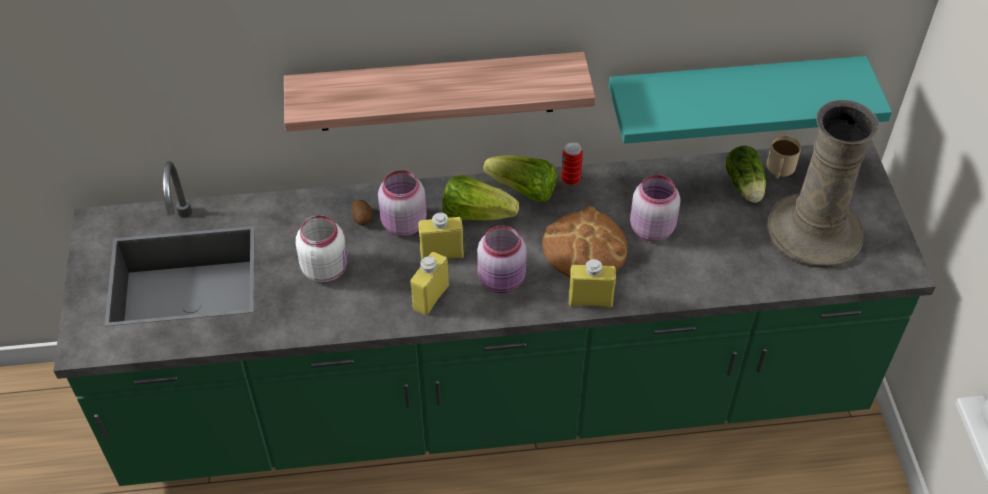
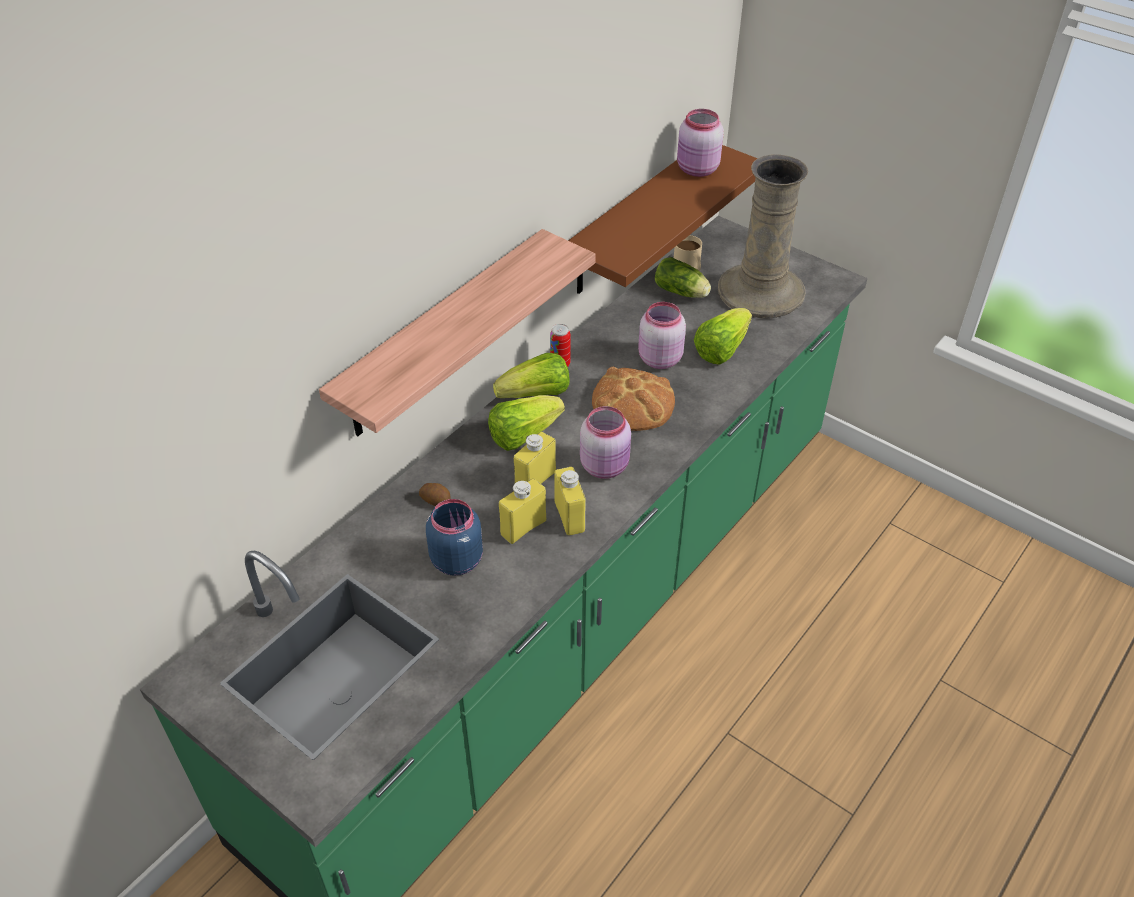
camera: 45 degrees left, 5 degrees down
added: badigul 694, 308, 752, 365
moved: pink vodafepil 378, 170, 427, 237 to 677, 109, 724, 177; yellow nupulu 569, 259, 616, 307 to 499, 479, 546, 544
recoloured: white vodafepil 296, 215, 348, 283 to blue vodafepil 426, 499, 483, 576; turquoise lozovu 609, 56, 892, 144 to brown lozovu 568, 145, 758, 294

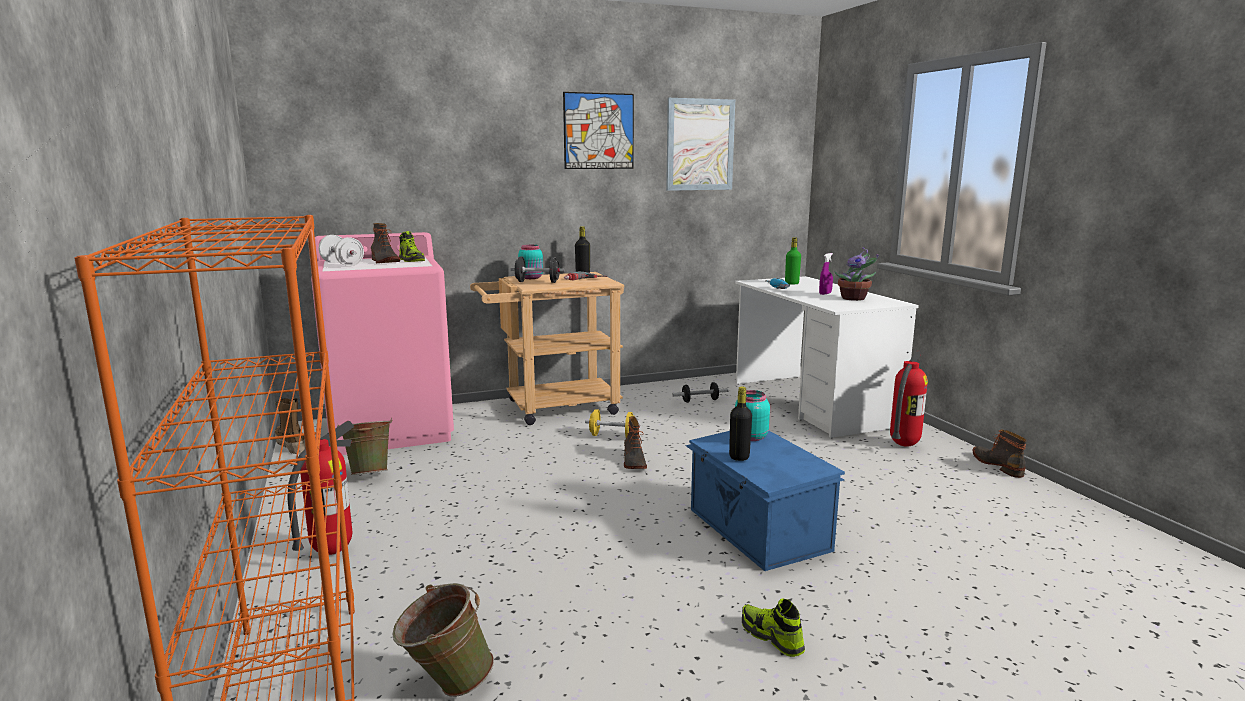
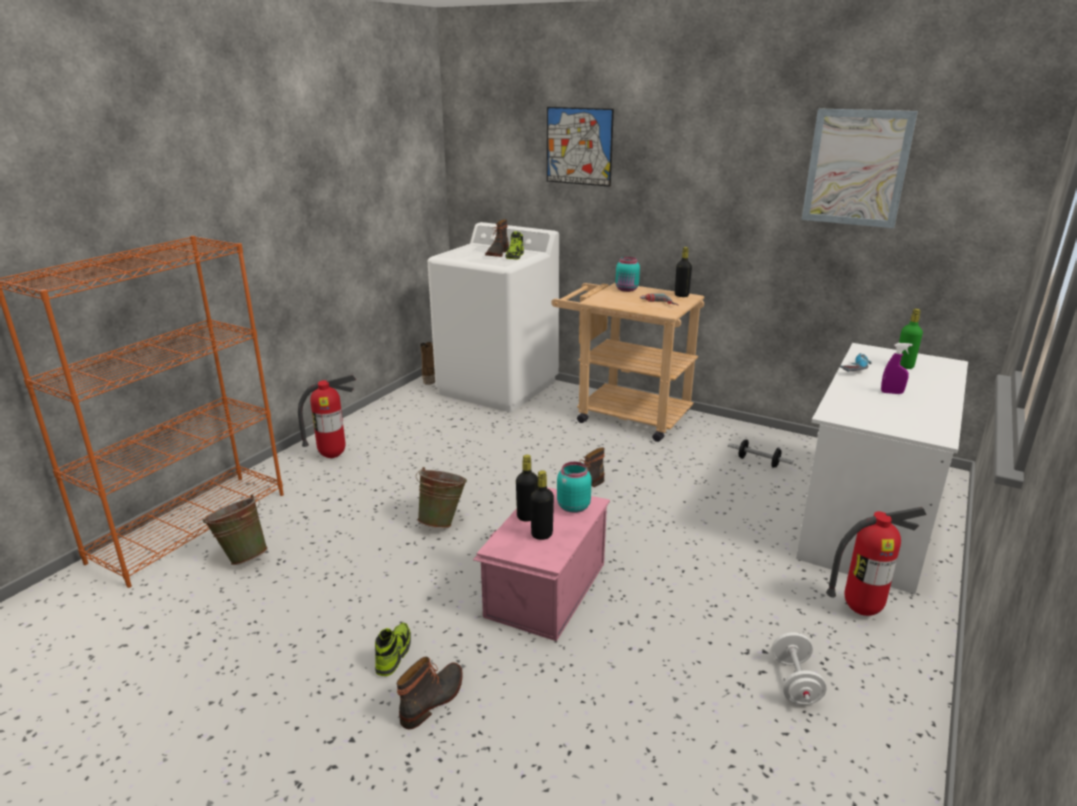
camera: 50 degrees right, 10 degrees up
removed: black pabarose 511, 257, 564, 283; yellow pabarose 585, 409, 640, 438; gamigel 834, 247, 878, 301
added: black nupulu 530, 470, 554, 540
moved: white pabarose 319, 235, 364, 267 to 772, 632, 827, 705; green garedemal 337, 418, 392, 475 to 416, 467, 467, 528; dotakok 563, 92, 634, 169 to 547, 107, 614, 187; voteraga 973, 429, 1026, 478 to 396, 657, 463, 729
recoloured: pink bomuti 311, 232, 454, 455 to white bomuti 427, 222, 559, 412; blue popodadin 685, 431, 845, 571 to pink popodadin 473, 487, 610, 641

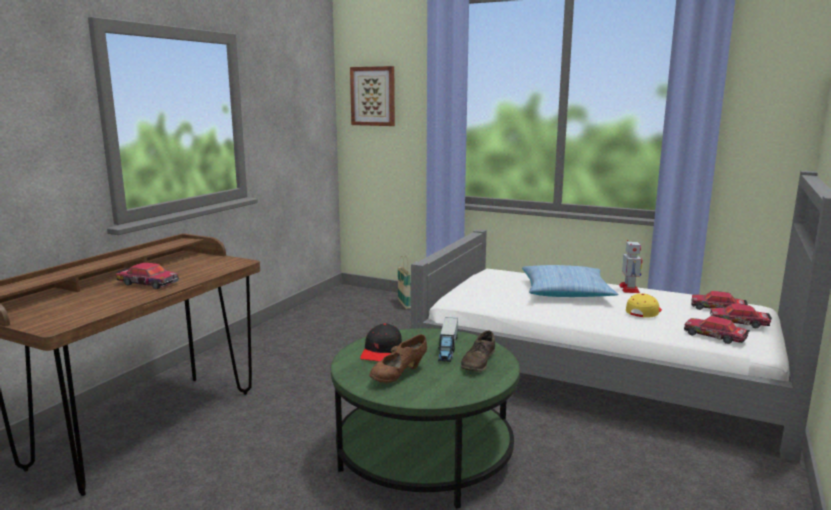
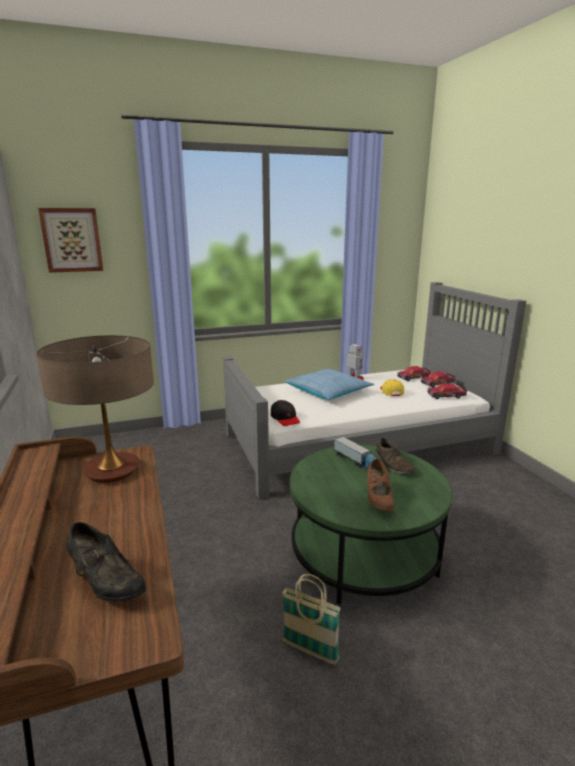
camera: 45 degrees left, 5 degrees up
removed: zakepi 116, 263, 179, 290
added: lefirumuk 36, 335, 154, 483; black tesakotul 67, 522, 146, 602
moved: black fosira 360, 323, 402, 362 to 271, 400, 300, 426; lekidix 398, 256, 411, 309 to 282, 574, 341, 665

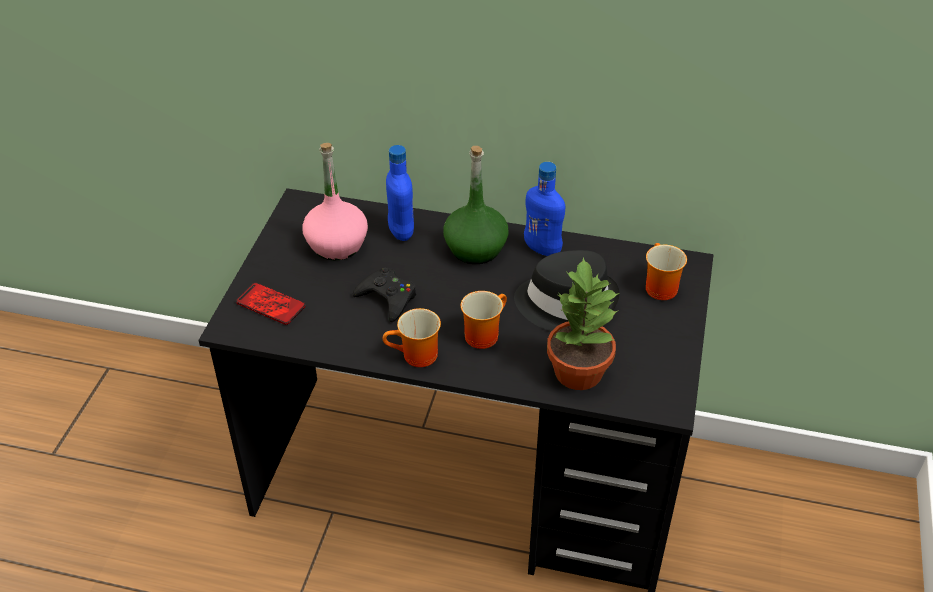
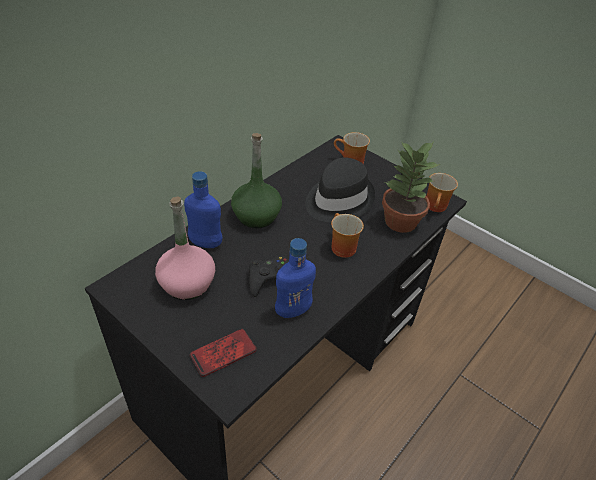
camera: 65 degrees left, 0 degrees up
moved: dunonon 383, 308, 441, 367 to 426, 173, 458, 212; blue nupulu 524, 162, 565, 256 to 275, 238, 316, 318

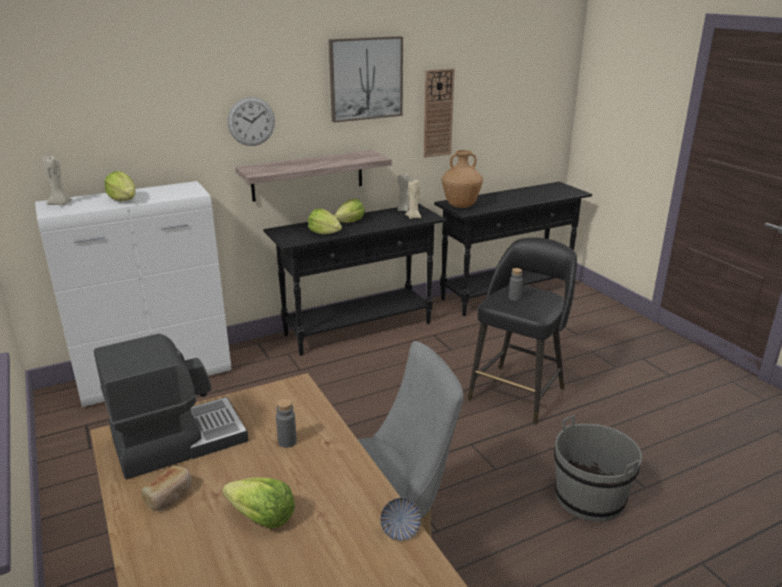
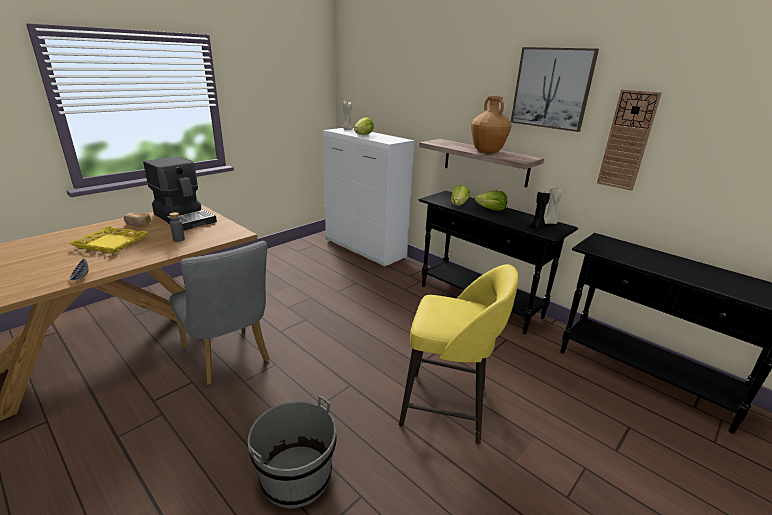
camera: 70 degrees right, 0 degrees up
removed: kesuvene 228, 97, 275, 146; grey nupulu 509, 268, 523, 301
moved: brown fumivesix 442, 150, 483, 208 to 471, 96, 511, 154
replaced: badigul 222, 478, 295, 529 to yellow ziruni 69, 226, 149, 253
recoloured: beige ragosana 405, 180, 422, 219 to black ragosana 530, 190, 550, 230; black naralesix 467, 237, 577, 424 to yellow naralesix 399, 264, 519, 444

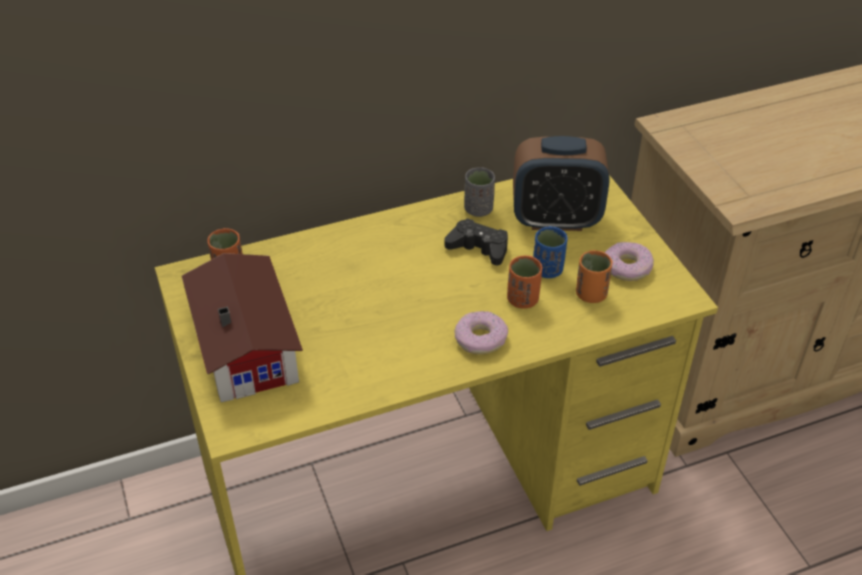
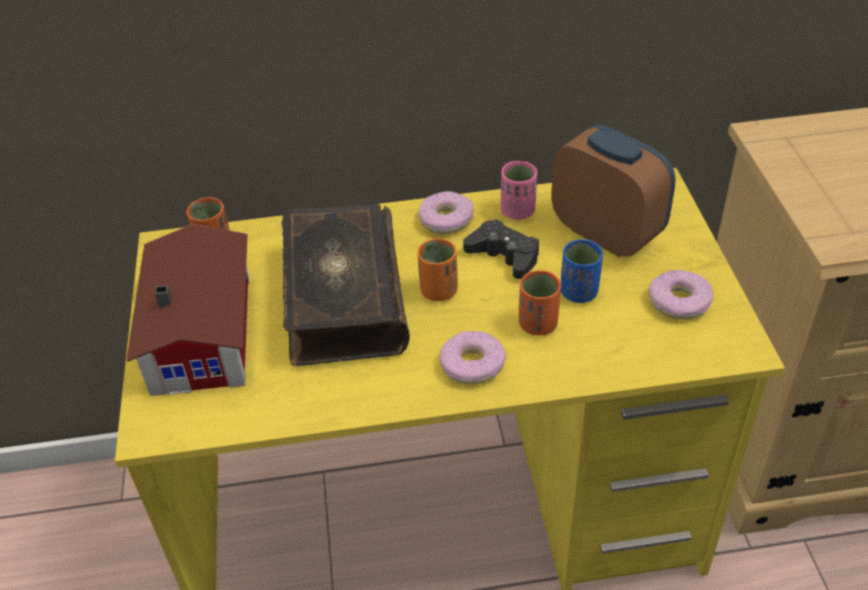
camera: 15 degrees right, 0 degrees up
added: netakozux 281, 204, 410, 366; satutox 418, 191, 474, 235
moved: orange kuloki 576, 250, 613, 303 to 417, 238, 458, 301
recoloured: grey kuloki 464, 168, 495, 217 to pink kuloki 501, 161, 537, 220
turned: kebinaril 513, 136, 609, 231 = 551, 125, 676, 257 150 degrees counterclockwise

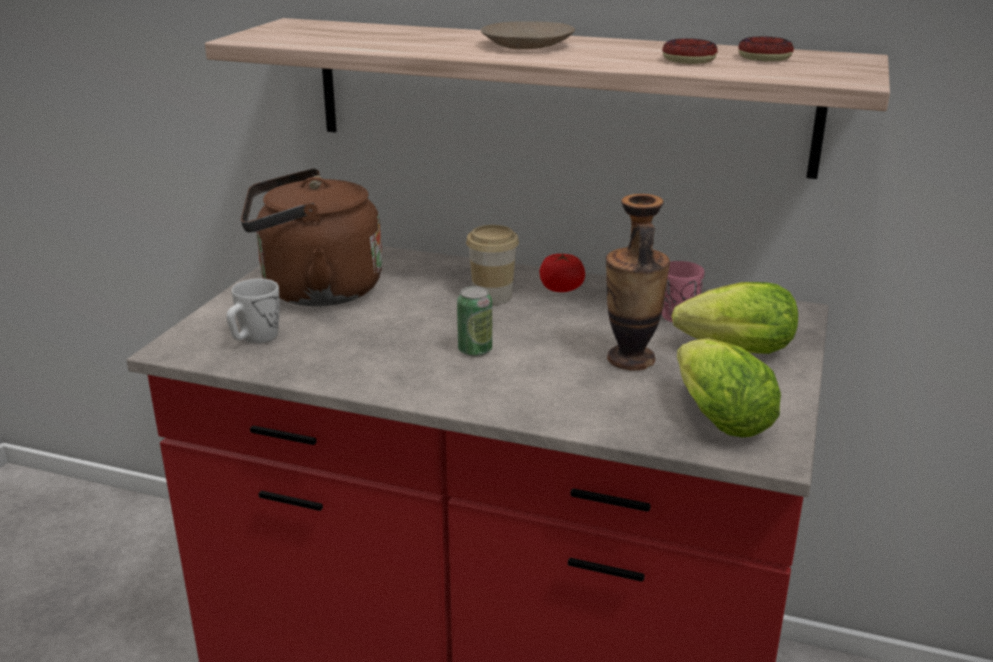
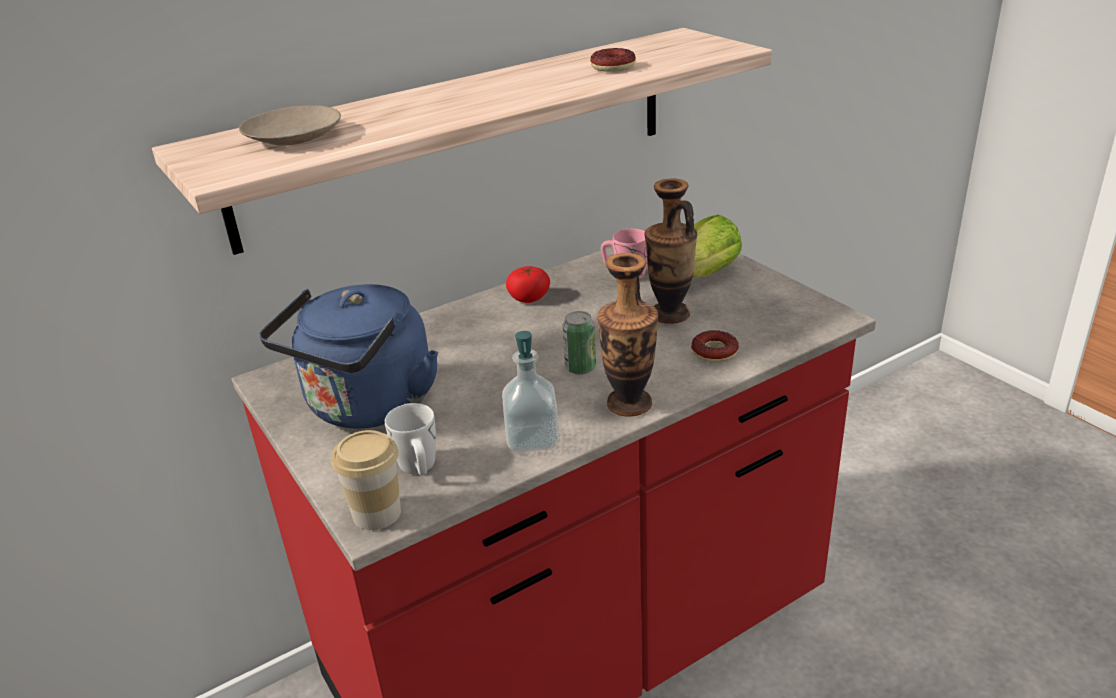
camera: 50 degrees left, 5 degrees up
removed: badigul 677, 338, 781, 437
added: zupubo 502, 331, 559, 452; fumivesix 597, 253, 658, 417
moved: kuloki 466, 225, 519, 305 to 331, 430, 401, 530; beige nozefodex 481, 21, 575, 49 to 239, 105, 341, 146; satutox 738, 36, 794, 62 to 691, 330, 739, 363
recoloured: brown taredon 241, 169, 382, 306 to blue taredon 259, 284, 438, 429

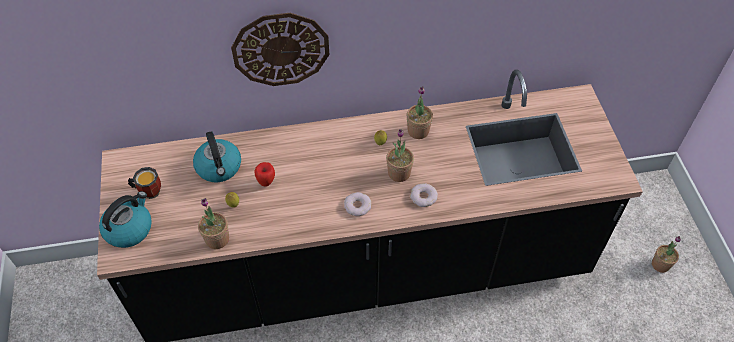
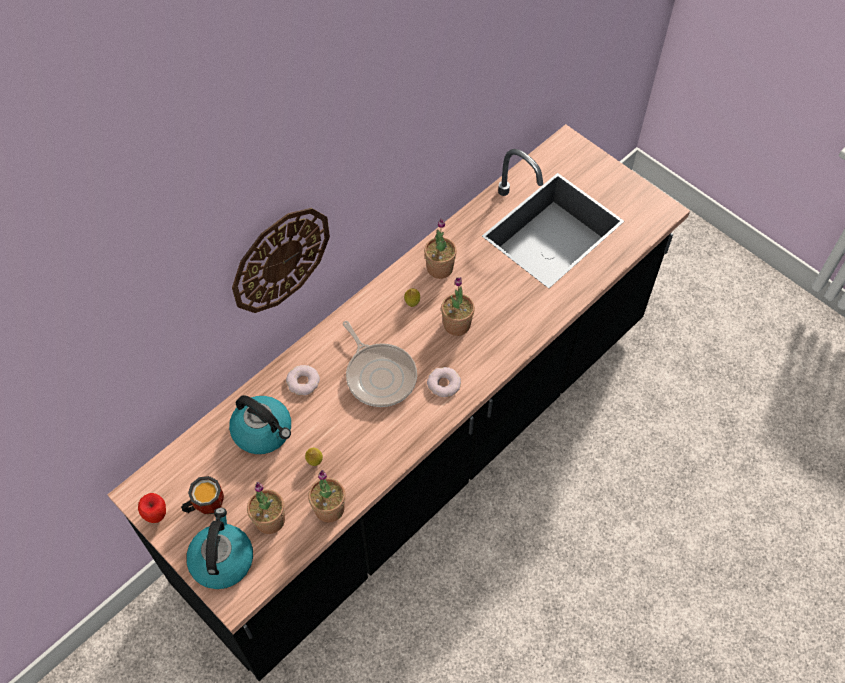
camera: 35 degrees left, 5 degrees up
added: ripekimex 343, 321, 417, 407
moved: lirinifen 254, 162, 275, 187 to 138, 493, 166, 523; satutox 410, 183, 438, 207 to 286, 365, 320, 395; gamigel 652, 236, 681, 273 to 247, 482, 285, 534

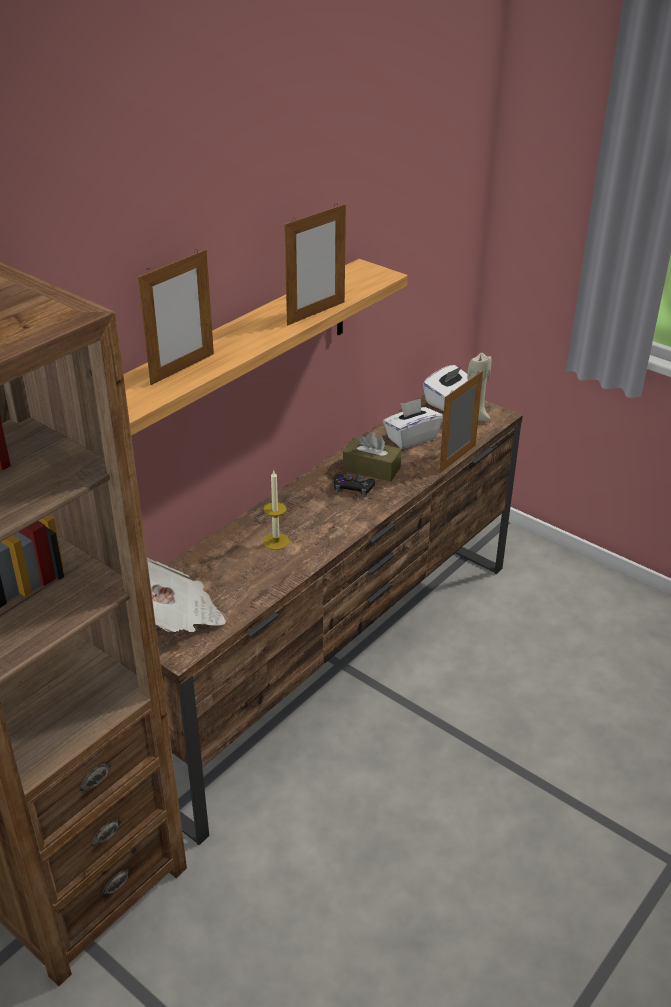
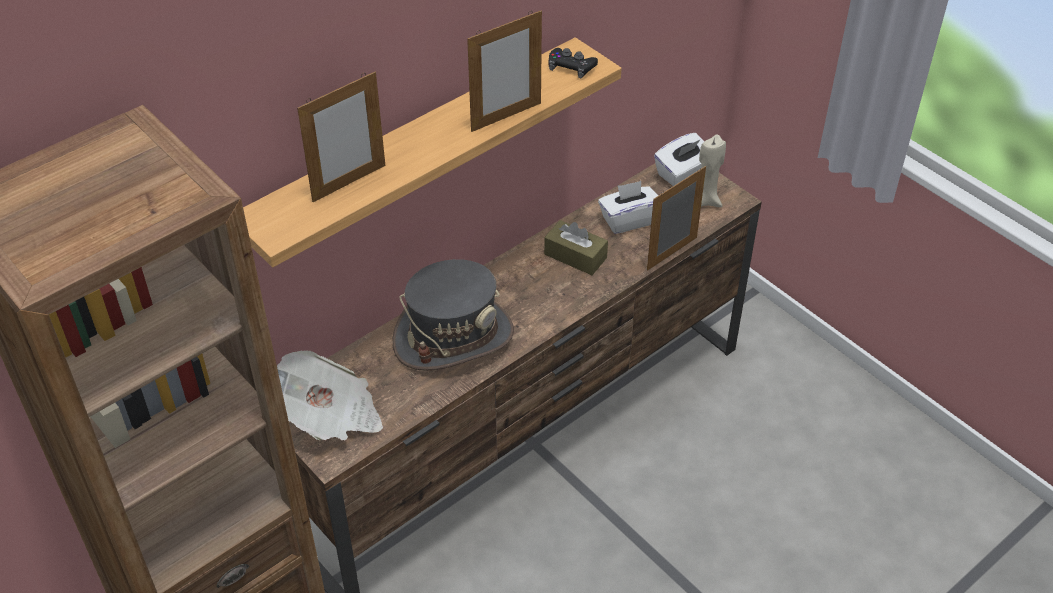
camera: 10 degrees right, 10 degrees up
moved: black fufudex 334, 473, 375, 497 to 549, 48, 598, 78
replaced: ragosana 263, 471, 289, 550 to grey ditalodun 393, 259, 514, 371

